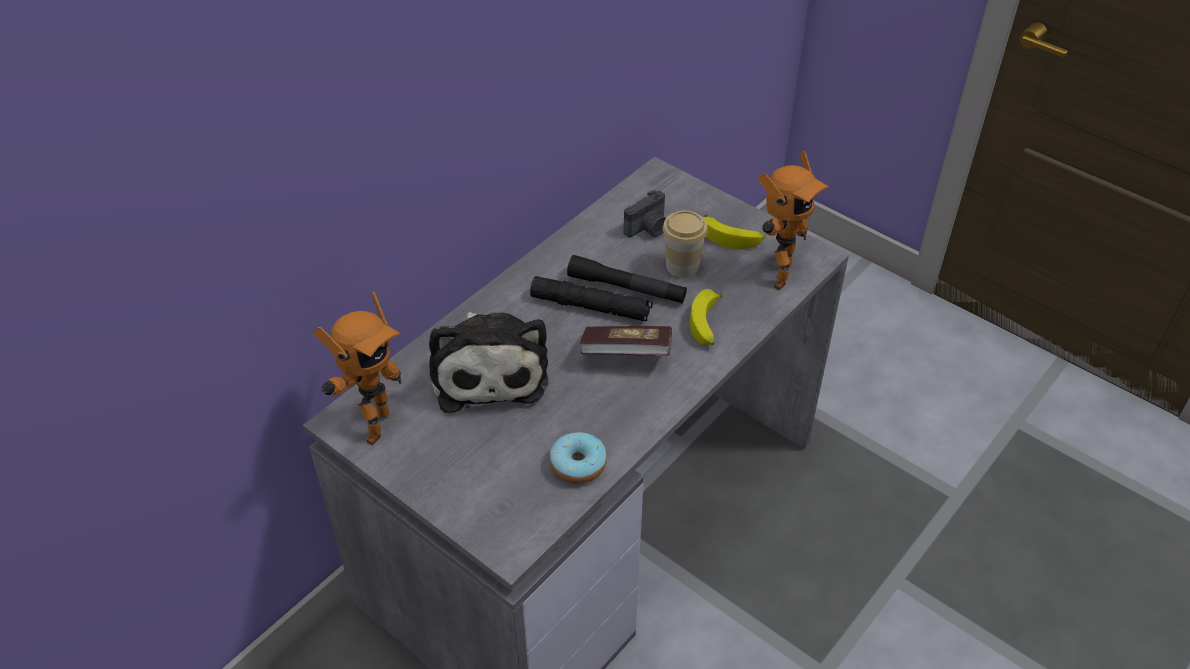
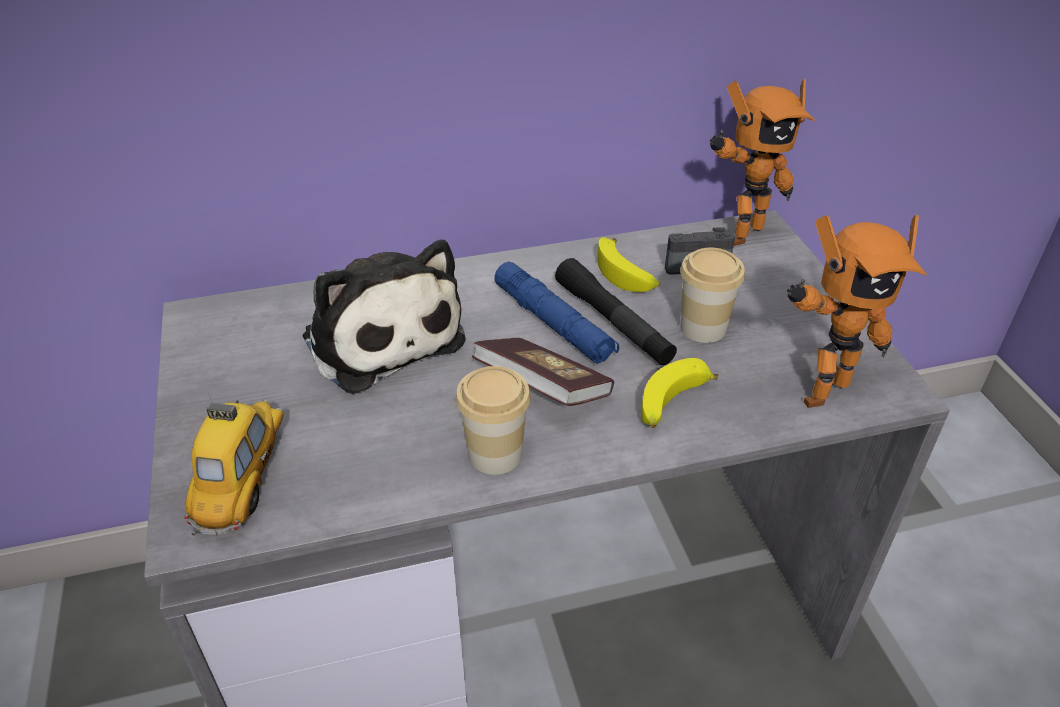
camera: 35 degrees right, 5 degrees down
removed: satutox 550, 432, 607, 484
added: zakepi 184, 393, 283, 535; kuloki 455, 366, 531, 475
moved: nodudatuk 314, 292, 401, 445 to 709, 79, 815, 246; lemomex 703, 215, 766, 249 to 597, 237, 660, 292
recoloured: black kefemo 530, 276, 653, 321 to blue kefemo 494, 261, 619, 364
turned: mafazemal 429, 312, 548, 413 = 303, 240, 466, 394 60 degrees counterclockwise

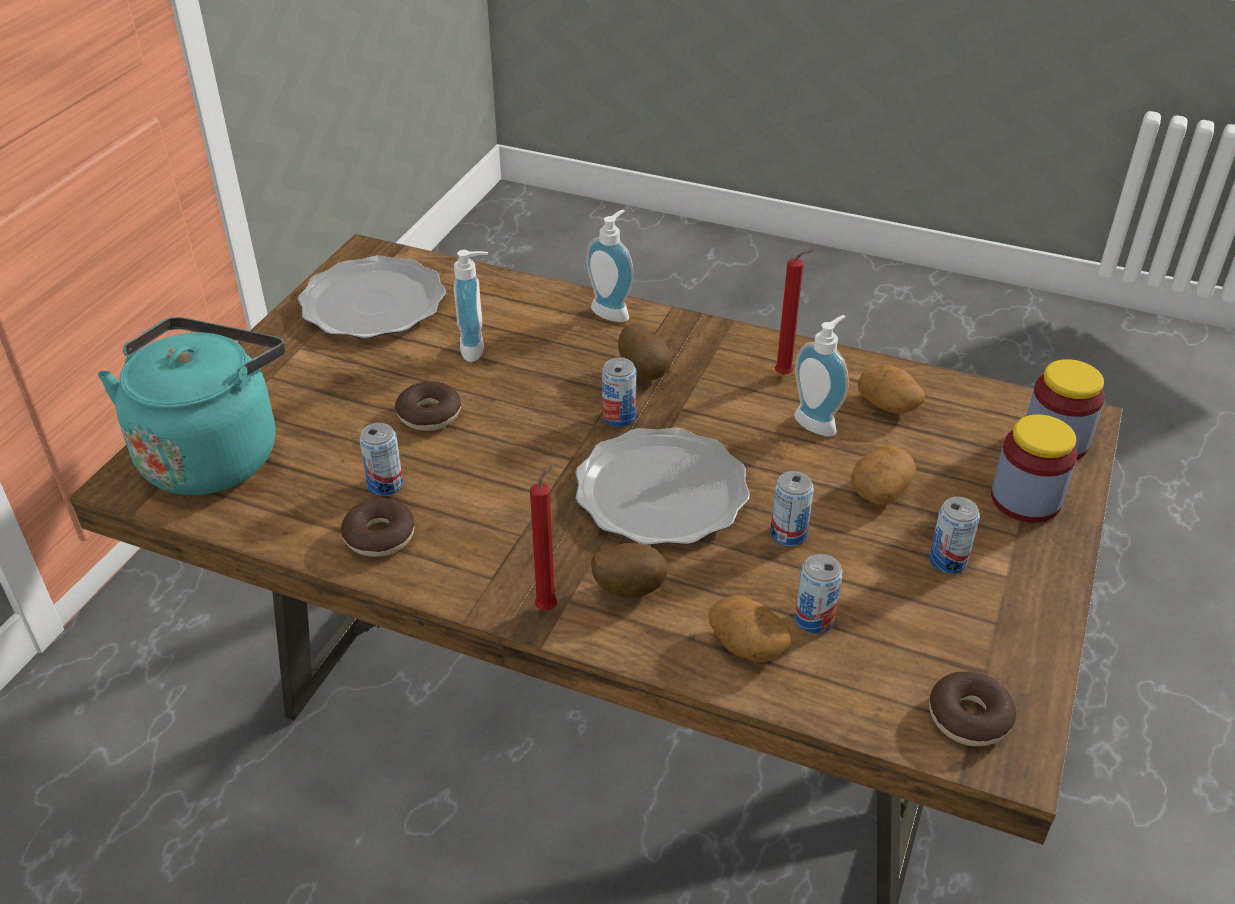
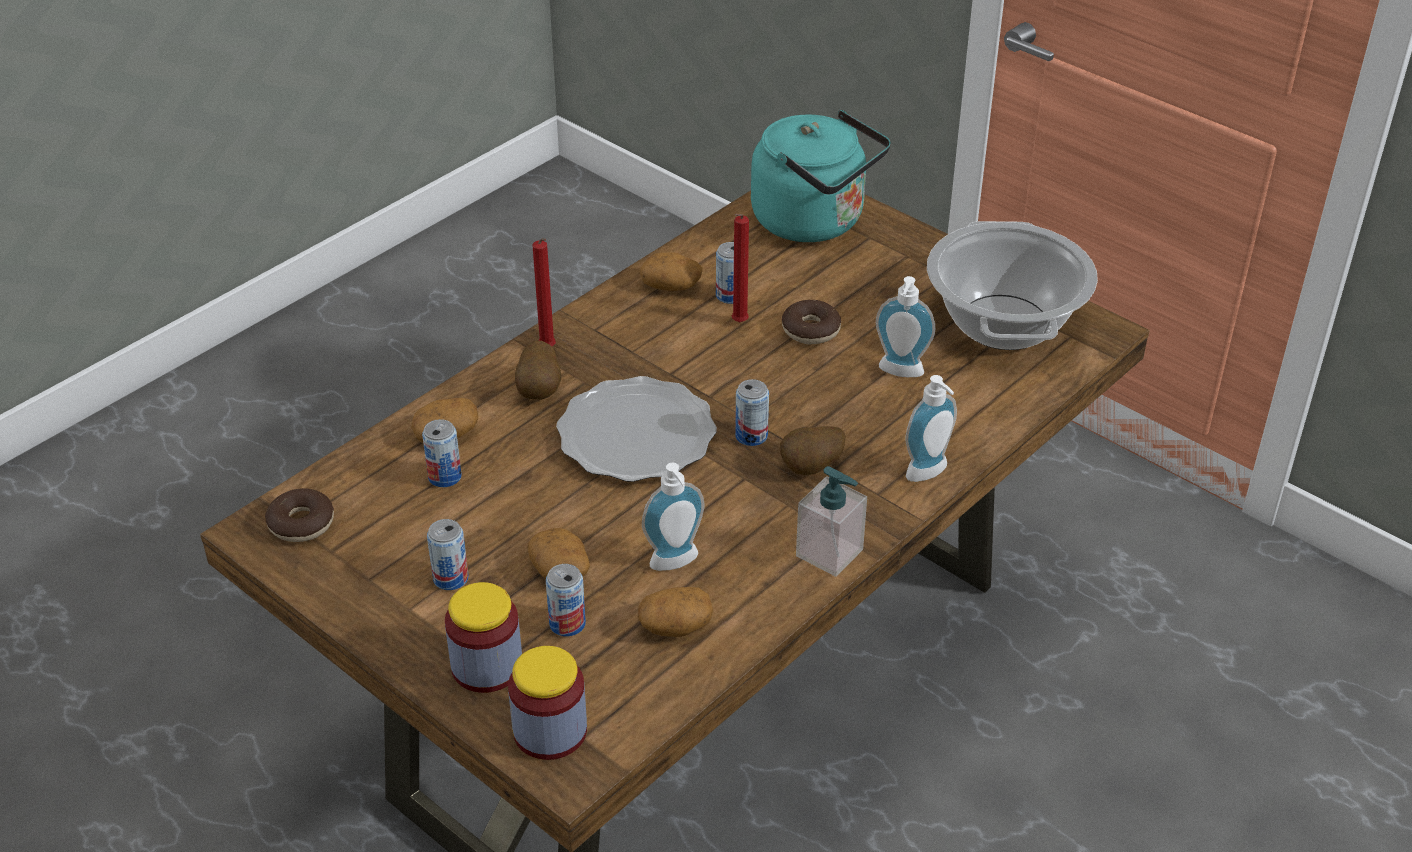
camera: 110 degrees right, 0 degrees up
added: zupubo 796, 466, 867, 577
moved: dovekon 770, 471, 814, 547 to 546, 564, 586, 636; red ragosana 775, 249, 814, 375 to 732, 214, 749, 322
replaced: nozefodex 298, 255, 446, 338 to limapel 927, 221, 1098, 350; satutox 341, 498, 415, 557 to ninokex 640, 252, 703, 291

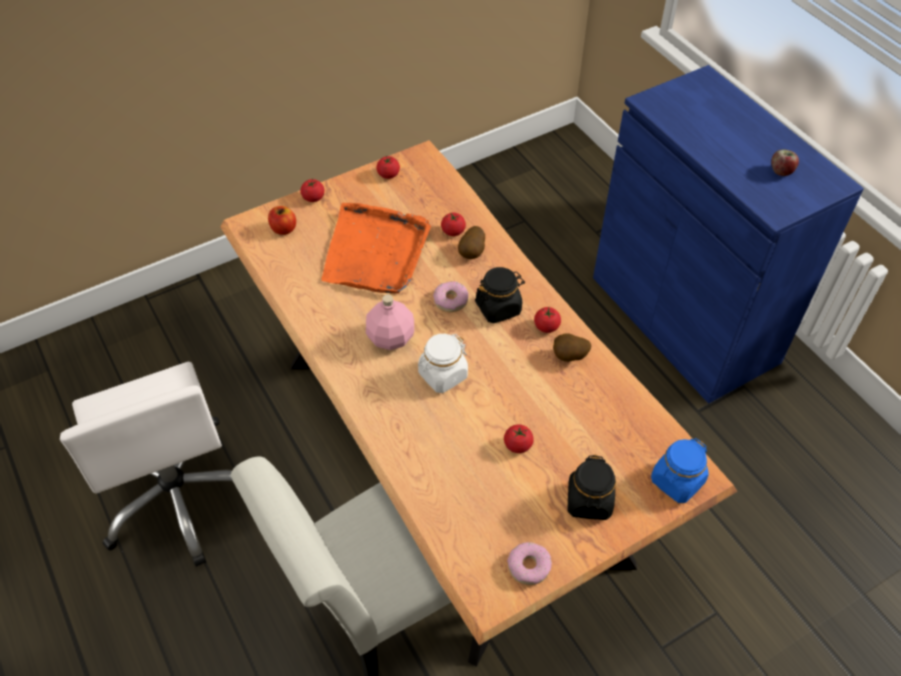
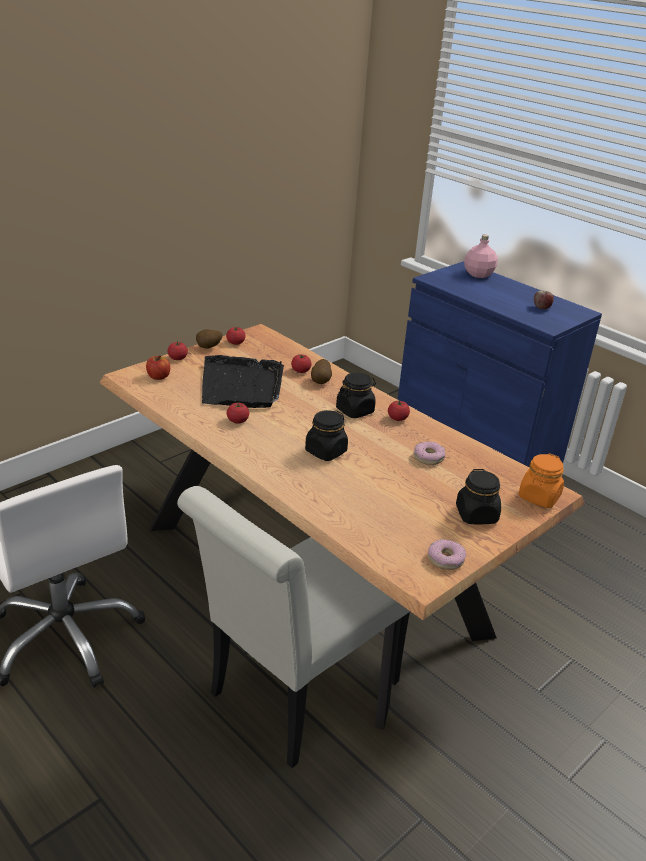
camera: 15 degrees left, 20 degrees down
moved: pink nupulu 366, 294, 414, 350 to 464, 234, 498, 278; satutox 433, 281, 468, 312 to 414, 441, 446, 465; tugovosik 504, 424, 534, 453 to 227, 403, 249, 424; ninokex 553, 333, 591, 362 to 196, 329, 223, 349
recoloured: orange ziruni 321, 203, 431, 293 to black ziruni 202, 355, 284, 408; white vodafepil 418, 334, 468, 393 to black vodafepil 305, 410, 348, 461; blue vodafepil 651, 438, 709, 503 to orange vodafepil 518, 453, 564, 508

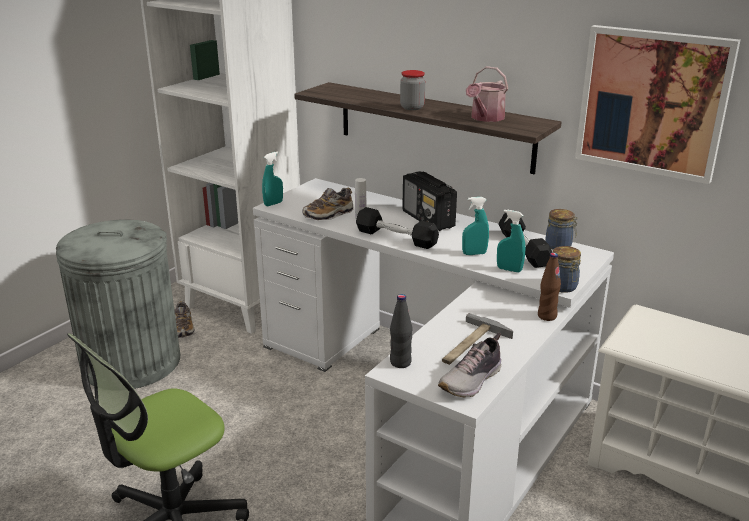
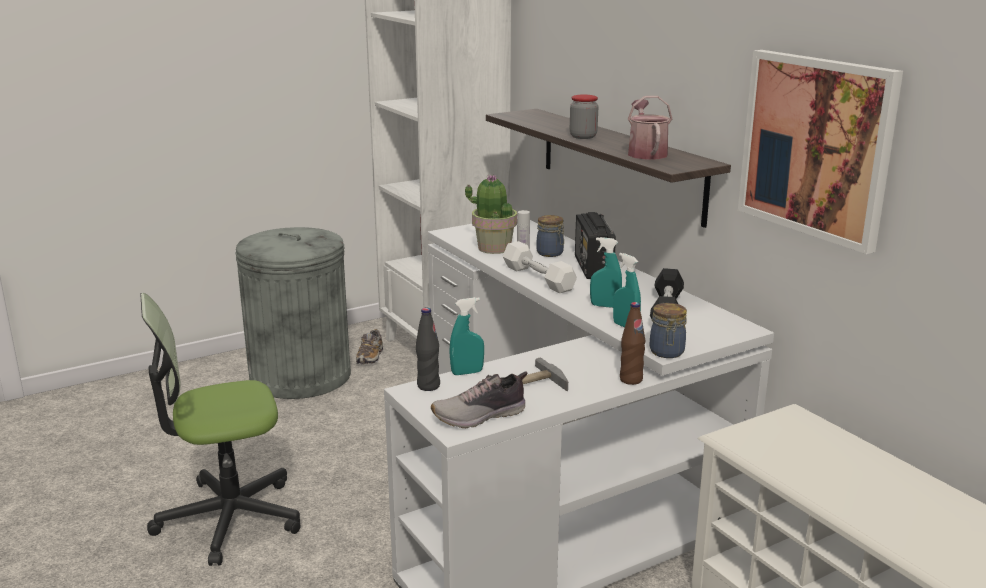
camera: 25 degrees right, 5 degrees down
moved: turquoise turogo 262, 152, 283, 206 to 449, 297, 484, 375; vodafepil 545, 209, 578, 249 to 537, 215, 564, 257
replaced: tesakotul 303, 188, 354, 220 to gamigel 465, 174, 517, 254
recoloured: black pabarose 356, 207, 439, 249 to white pabarose 502, 241, 577, 293
turned: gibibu 466, 66, 508, 122 = 628, 96, 672, 160 120 degrees clockwise

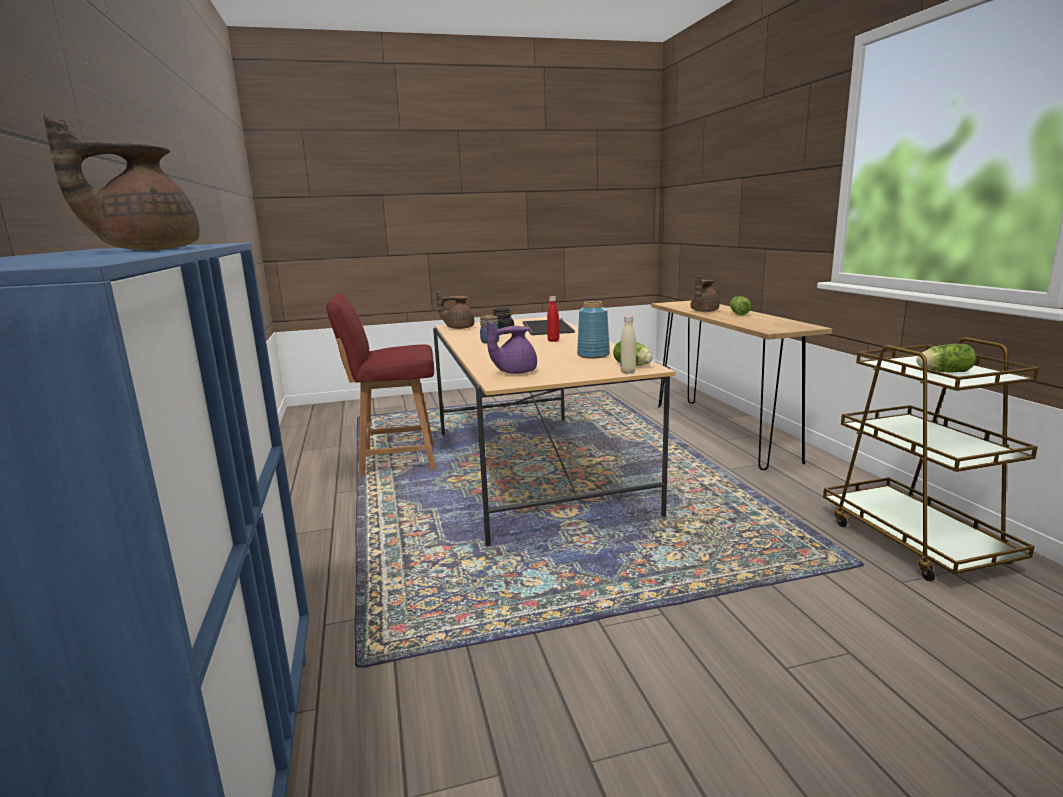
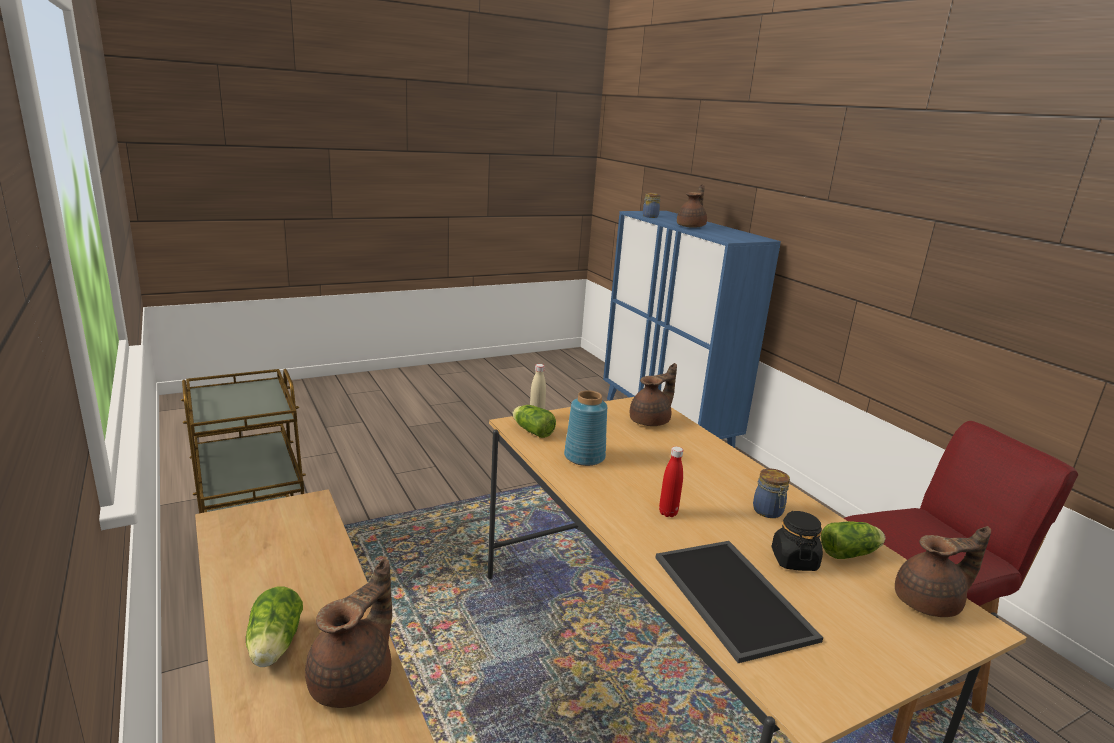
camera: 165 degrees right, 5 degrees up
added: vodafepil 643, 193, 661, 218
moved: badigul 916, 344, 976, 372 to 821, 521, 885, 559
recoloured: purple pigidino 486, 321, 537, 374 to brown pigidino 630, 363, 677, 426

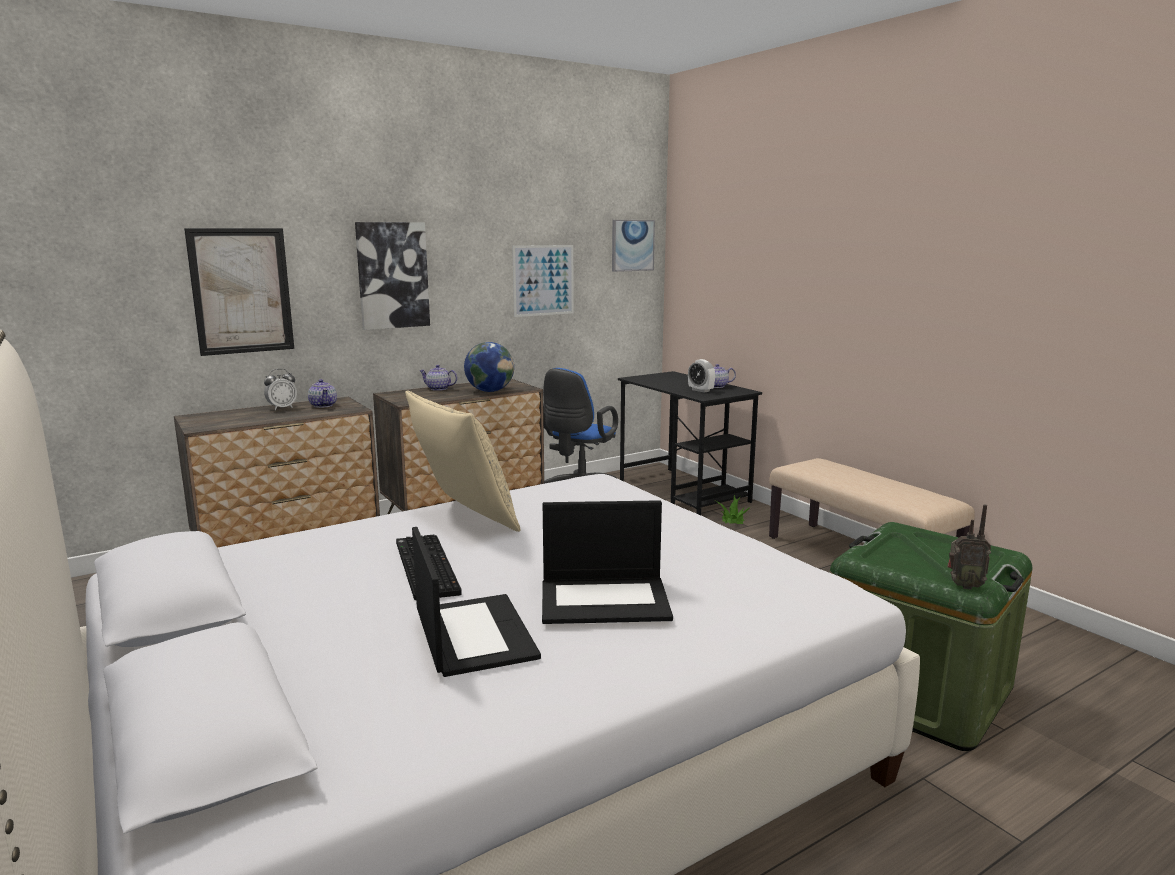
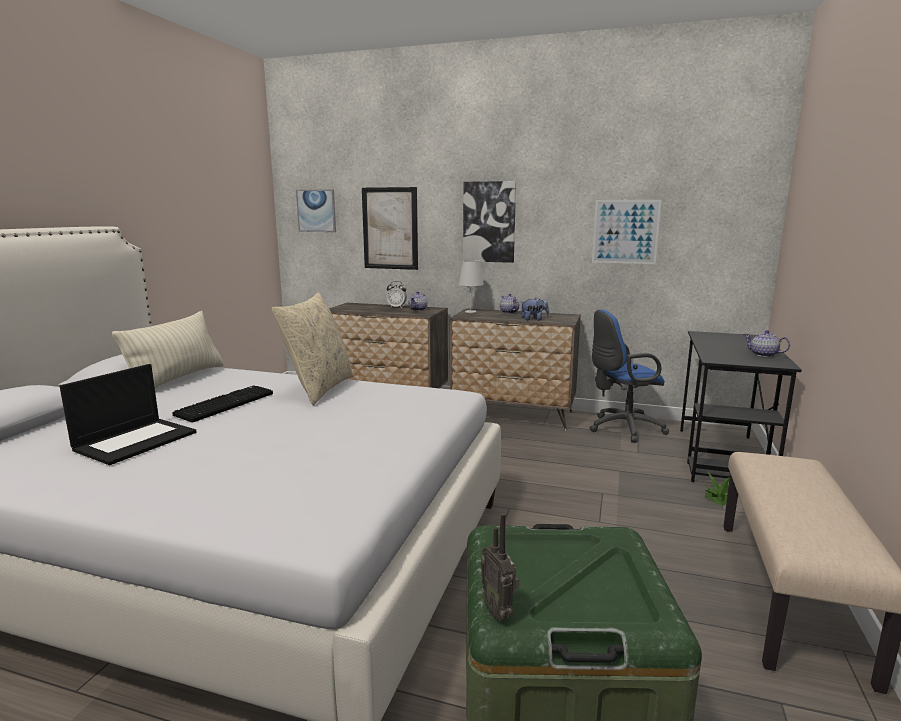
camera: 50 degrees right, 0 degrees up
removed: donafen 542, 500, 673, 624; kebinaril 688, 359, 715, 393
added: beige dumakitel 112, 311, 224, 388; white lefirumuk 458, 260, 484, 313
moved: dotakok 612, 220, 655, 272 to 296, 189, 336, 232
replaced: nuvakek 464, 342, 514, 392 to mafazemal 521, 298, 549, 320

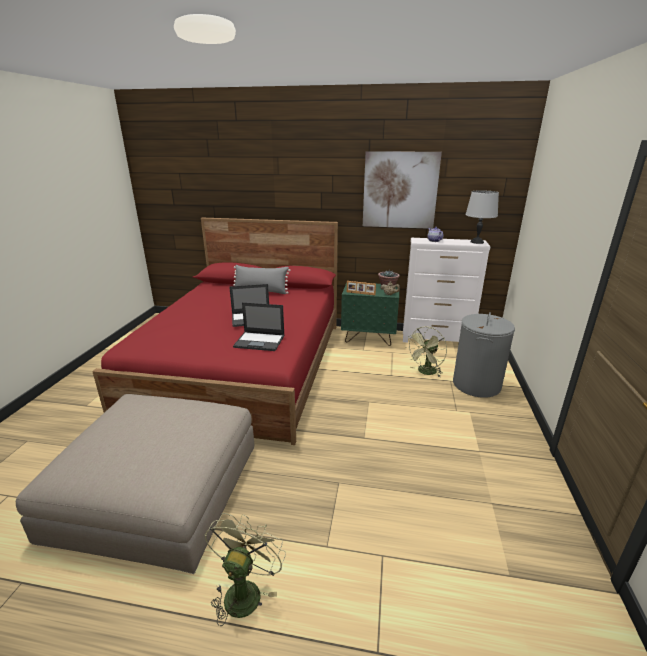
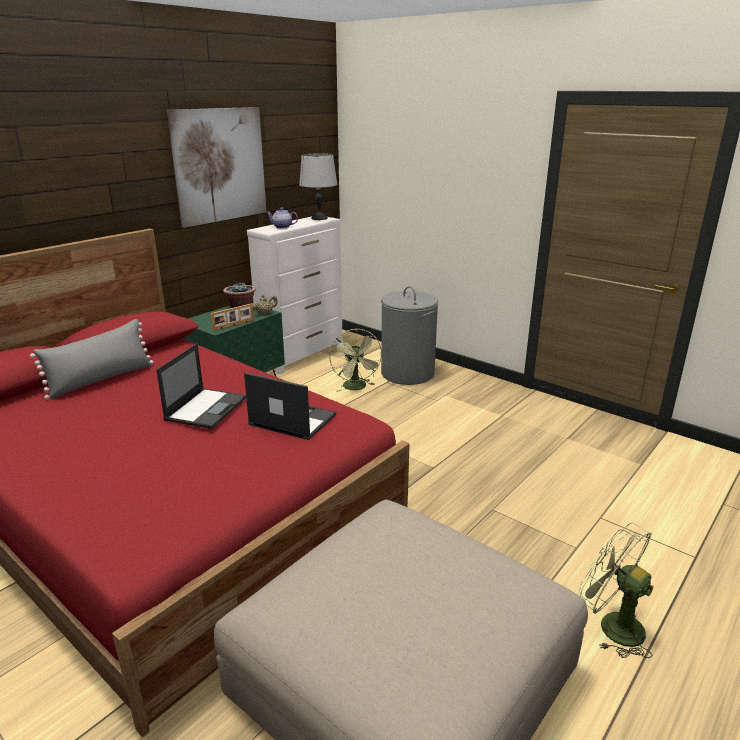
camera: 60 degrees left, 0 degrees up
turned: donafen 233, 302, 285, 351 = 244, 372, 336, 440 105 degrees counterclockwise

